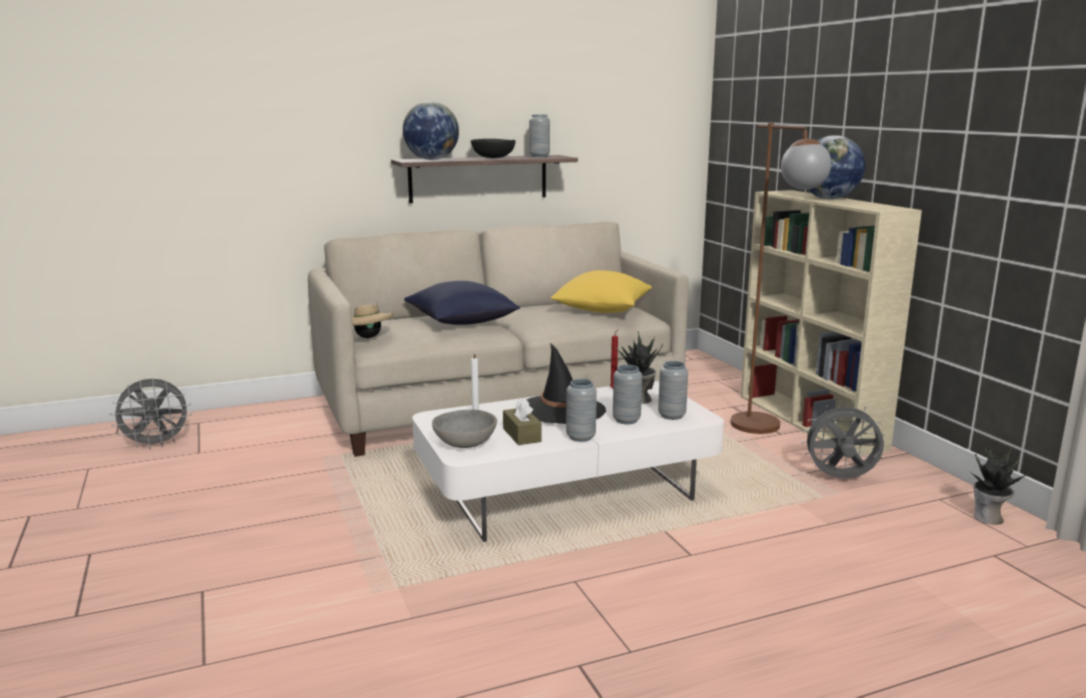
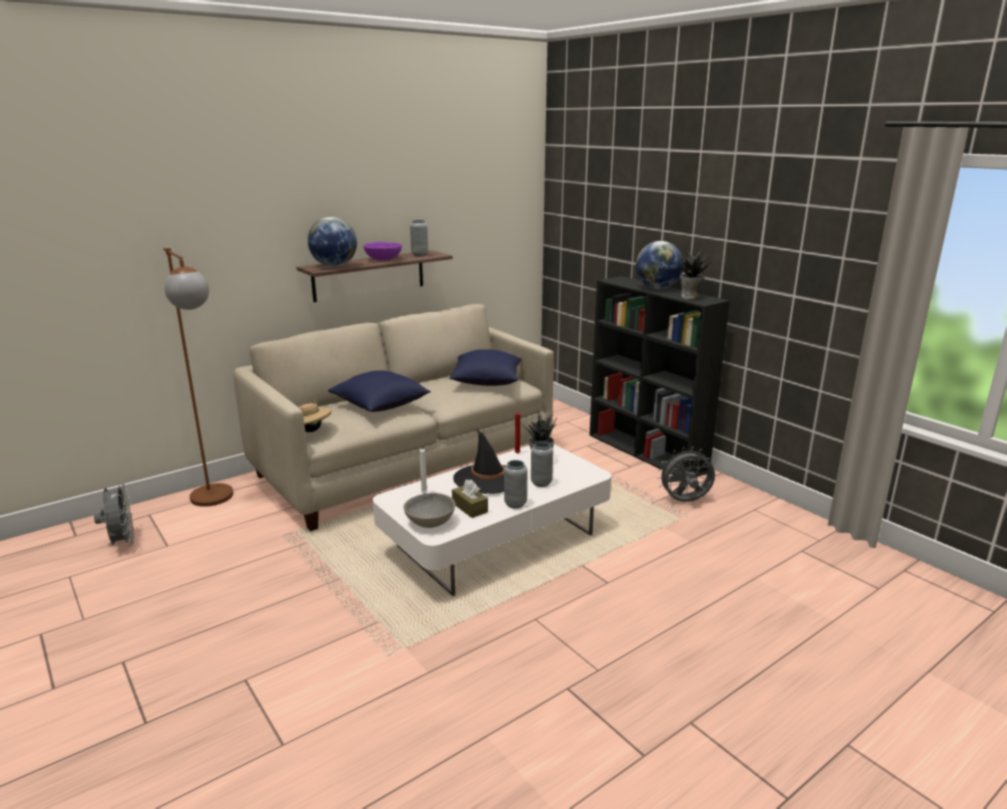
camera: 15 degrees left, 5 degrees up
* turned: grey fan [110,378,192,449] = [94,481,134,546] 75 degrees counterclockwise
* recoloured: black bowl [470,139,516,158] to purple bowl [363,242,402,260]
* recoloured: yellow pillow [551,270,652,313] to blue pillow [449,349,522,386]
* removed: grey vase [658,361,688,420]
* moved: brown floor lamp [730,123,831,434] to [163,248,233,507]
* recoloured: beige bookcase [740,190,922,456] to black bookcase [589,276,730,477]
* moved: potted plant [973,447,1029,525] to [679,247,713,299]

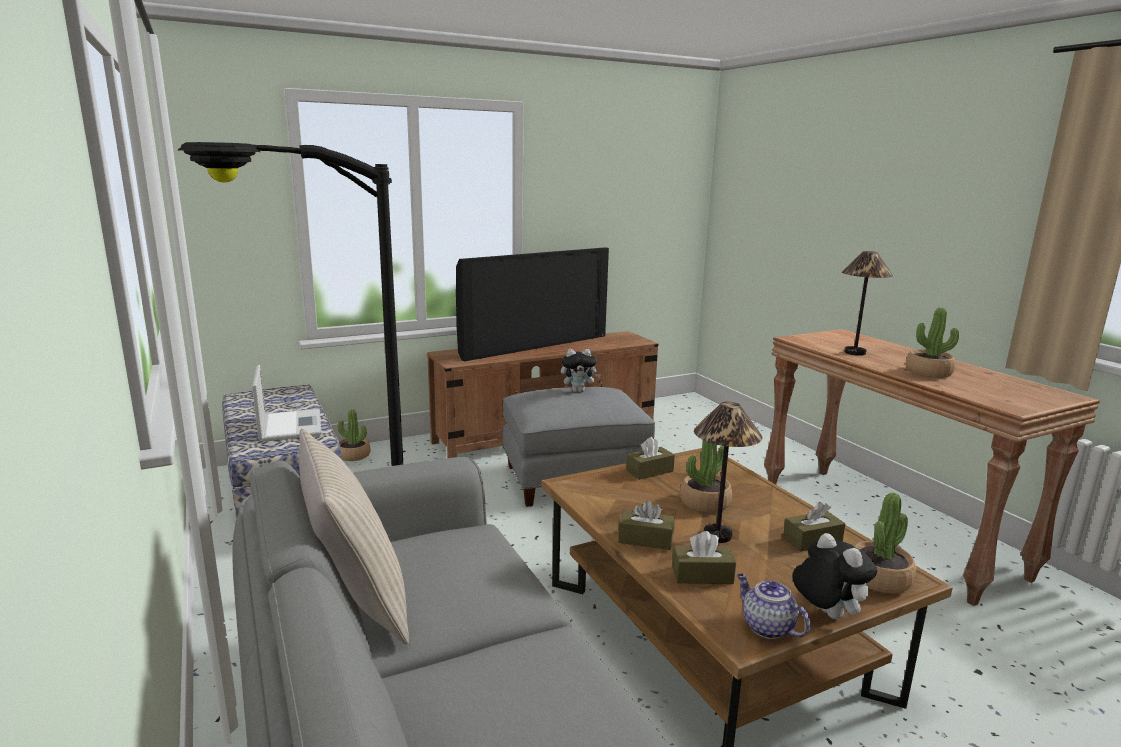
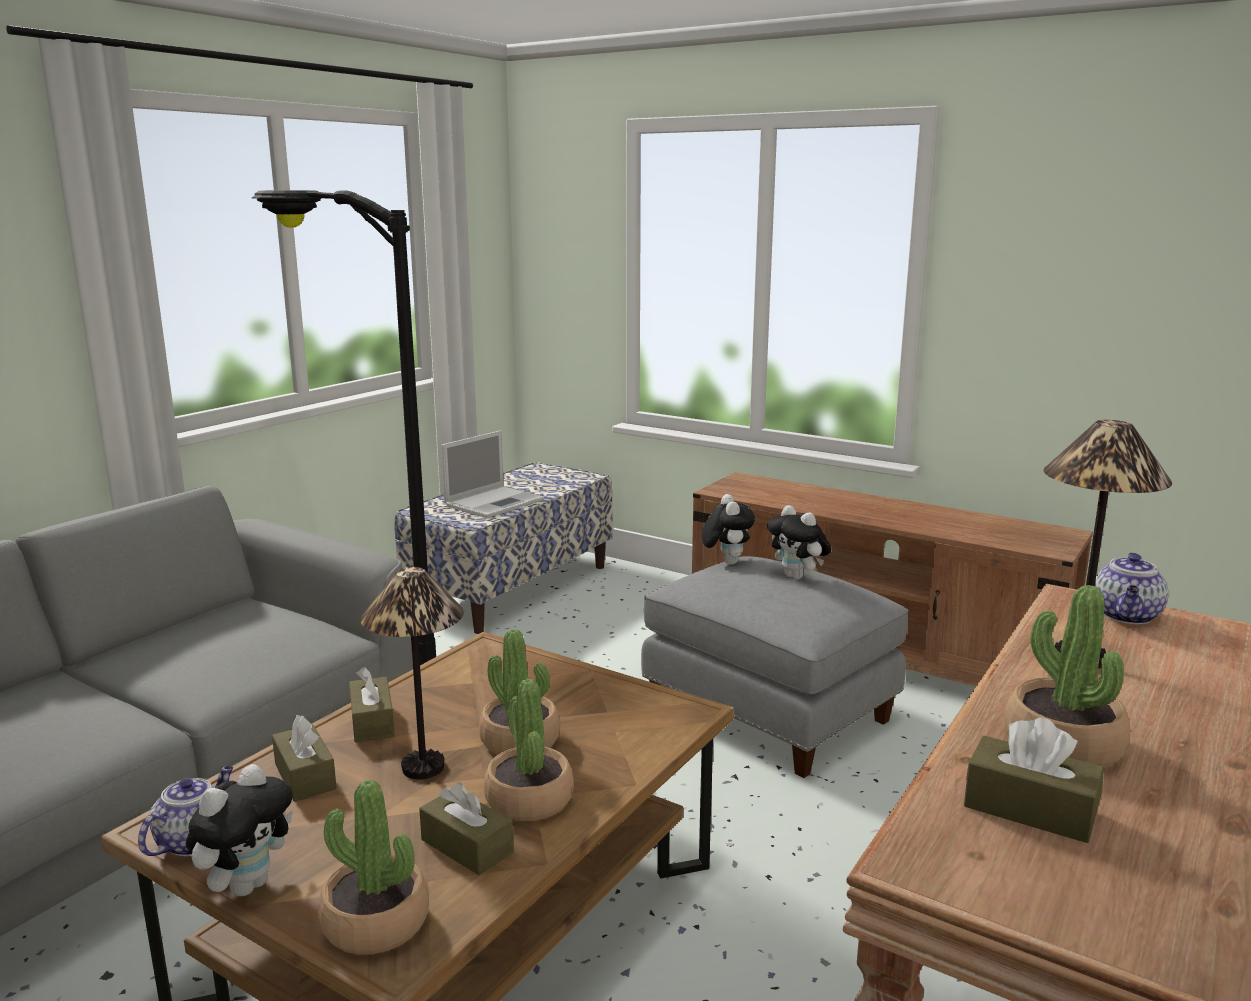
camera: 60 degrees right, 0 degrees up
* removed: beige pillow [299,429,409,645]
* moved: potted plant [338,409,371,461] to [484,679,574,821]
* removed: television [456,247,609,361]
* moved: brown tissue box [626,437,675,480] to [964,717,1104,843]
* added: plush toy [702,494,755,565]
* added: teapot [1095,552,1169,624]

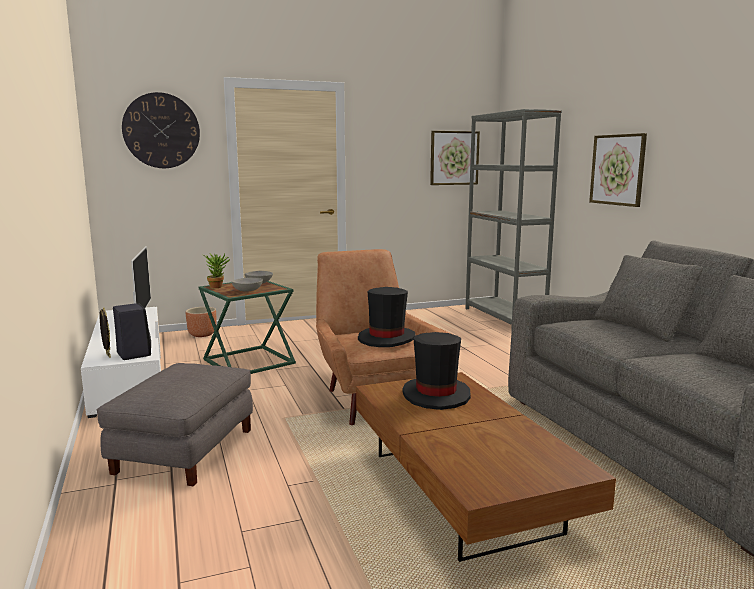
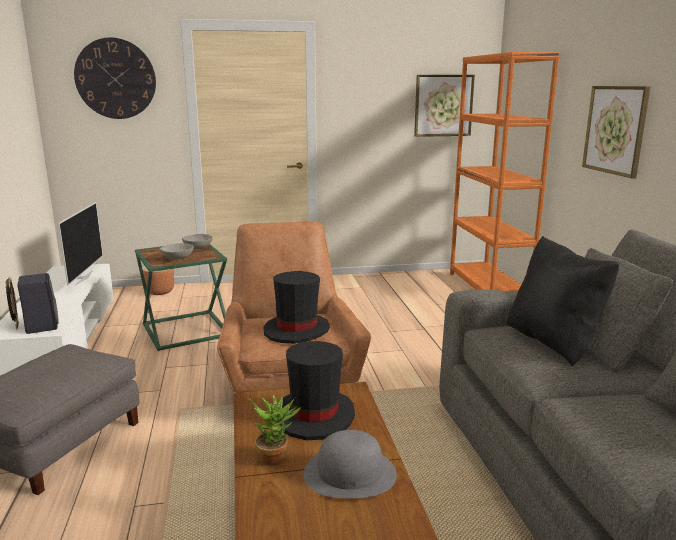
camera: 10 degrees right, 5 degrees up
* moved: potted plant [205,254,230,288] to [248,395,301,466]
* recoloured: grey bookcase [465,109,562,331] to orange bookcase [450,52,560,292]
* added: grey hat [304,430,397,498]
* added: black pillow [507,236,619,366]

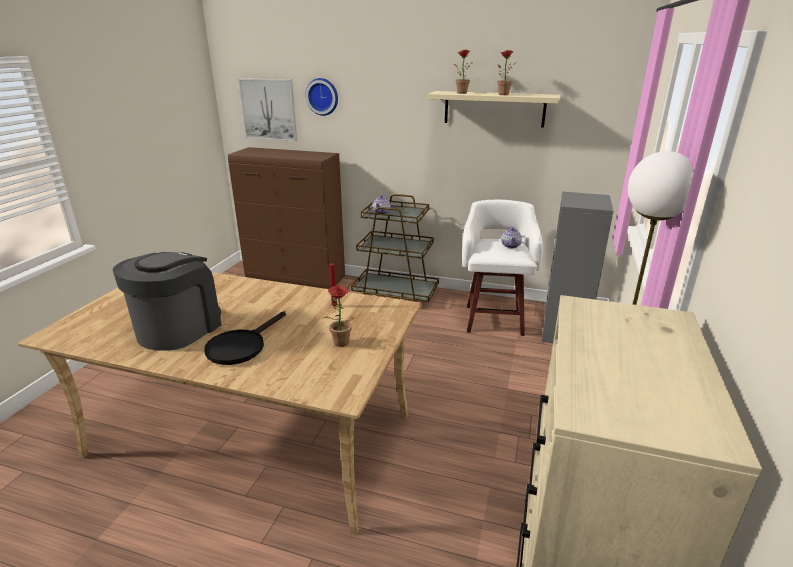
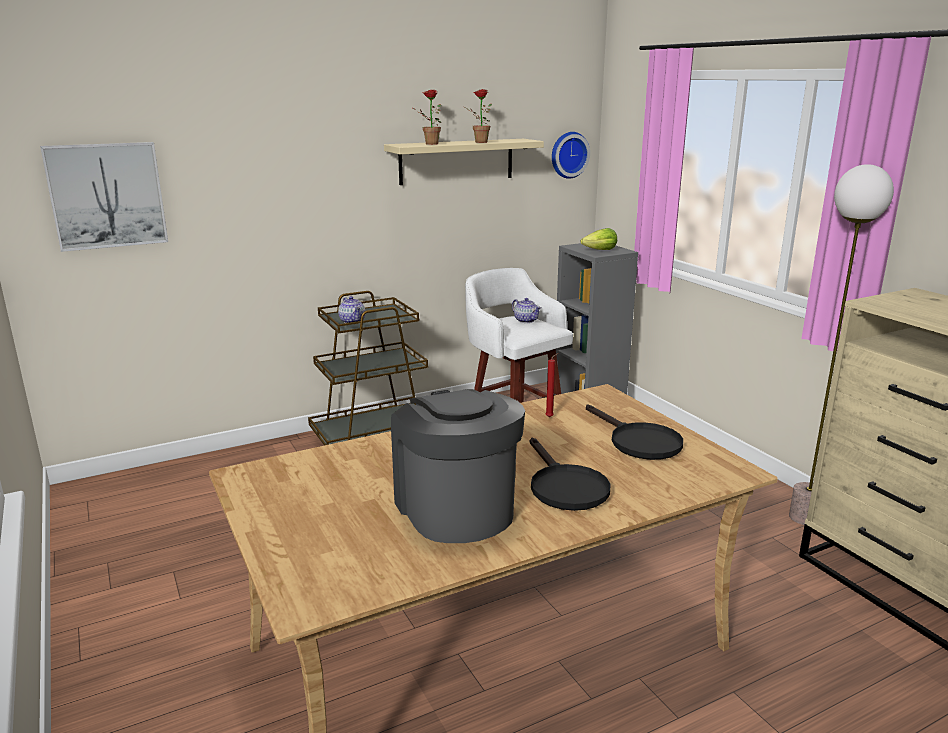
camera: 45 degrees left, 5 degrees down
* removed: brown cabinet [228,147,345,289]
* moved: wall clock [306,78,338,116] to [552,132,590,179]
* replaced: potted plant [323,285,363,347] to black frying pan [586,404,683,460]
* added: lettuce [581,228,617,250]

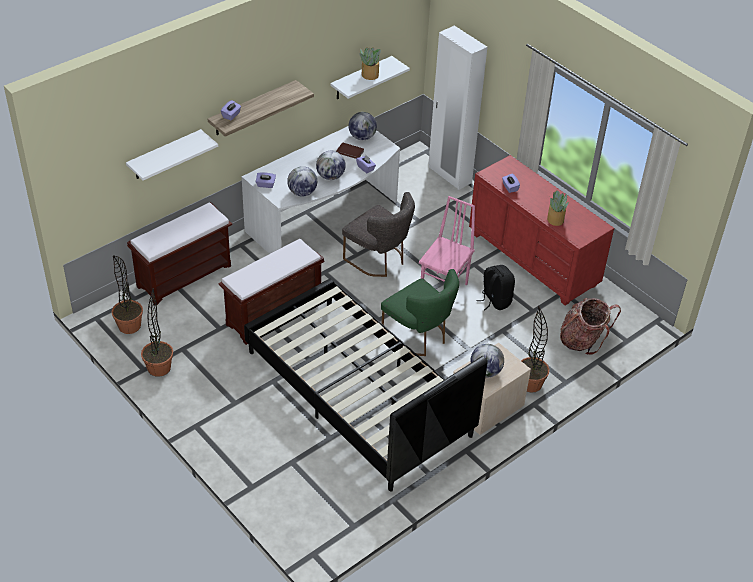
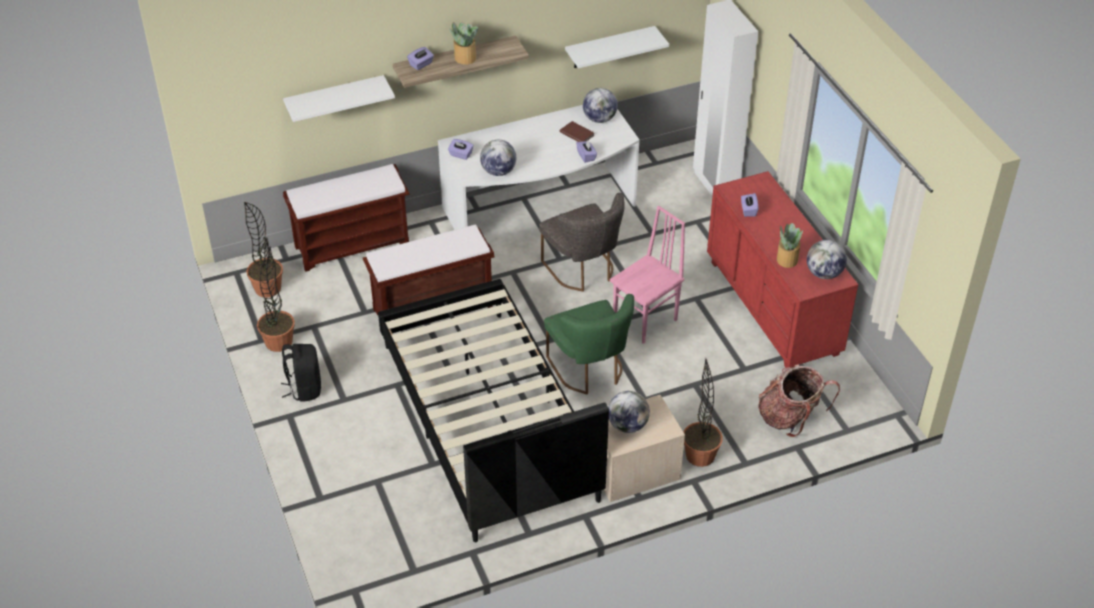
camera: 20 degrees right, 0 degrees up
* moved: globe [316,151,346,180] to [807,240,847,279]
* moved: potted plant [360,47,381,80] to [449,22,478,65]
* moved: black backpack [476,265,515,311] to [281,344,321,402]

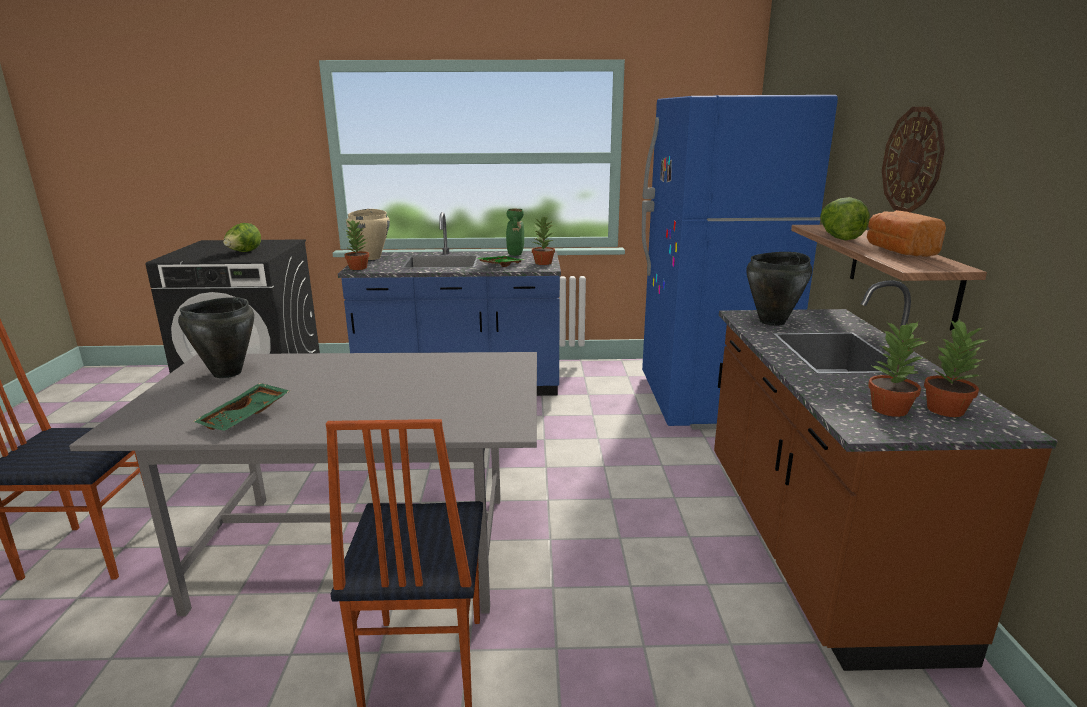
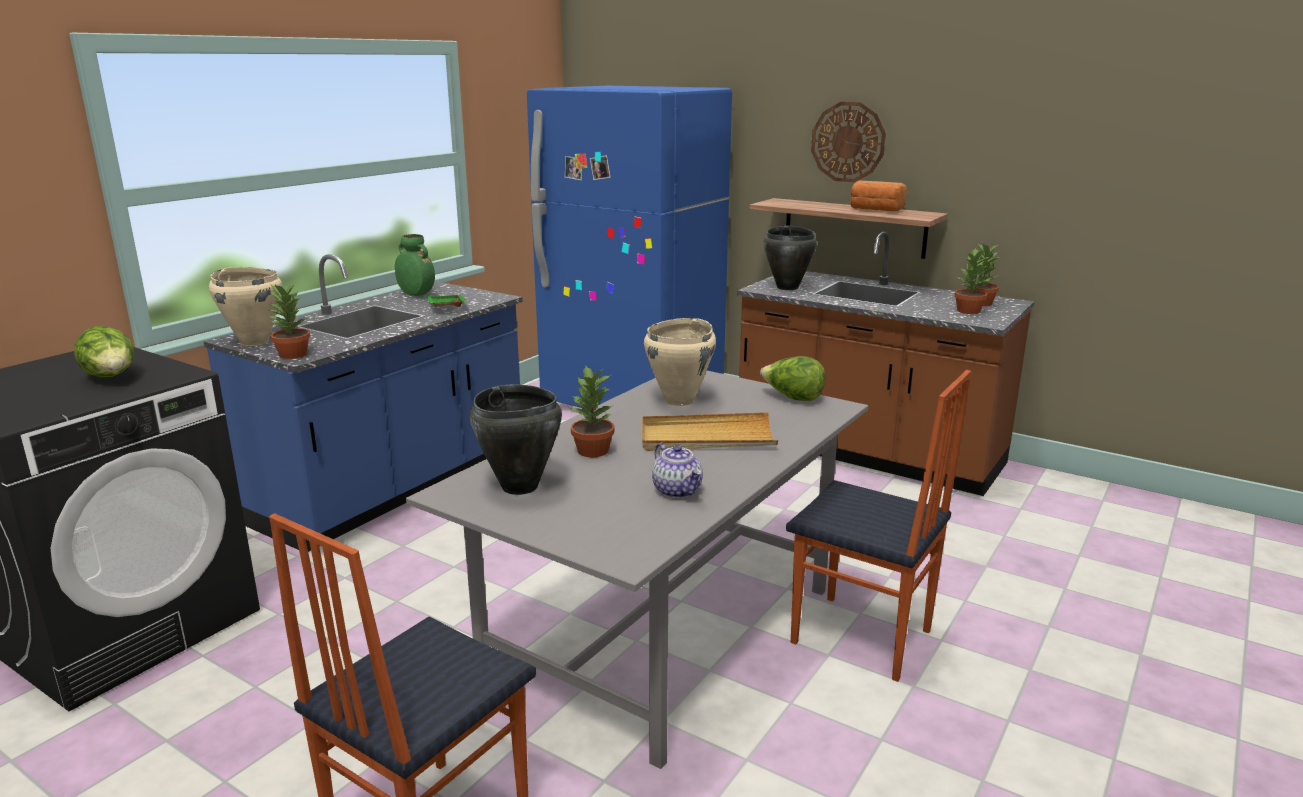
camera: 55 degrees left, 0 degrees up
* replaced: green tray [193,383,290,431] to teapot [652,443,703,498]
* moved: potted plant [532,216,555,265] to [570,366,615,457]
* moved: lettuce [820,197,870,240] to [760,356,825,401]
* added: beige tray [642,412,778,451]
* added: beige cooking pot [644,318,716,406]

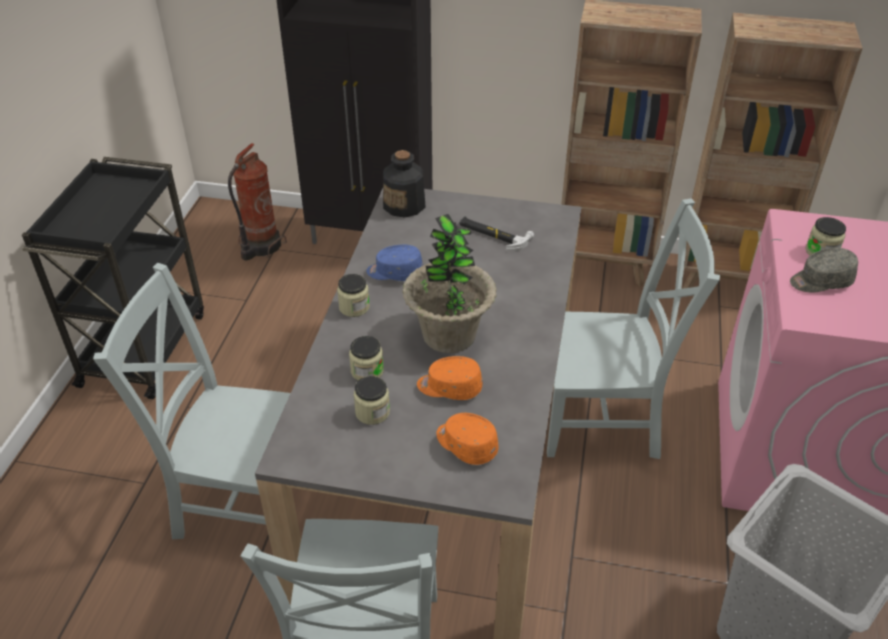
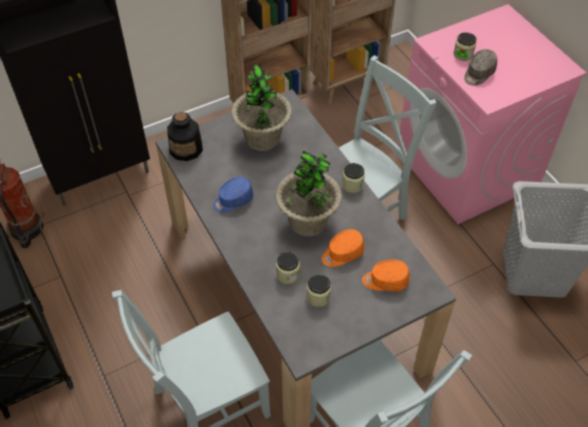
camera: 40 degrees left, 10 degrees up
* moved: jar [337,274,370,317] to [342,163,365,193]
* replaced: hammer [459,217,534,251] to potted plant [231,64,292,151]

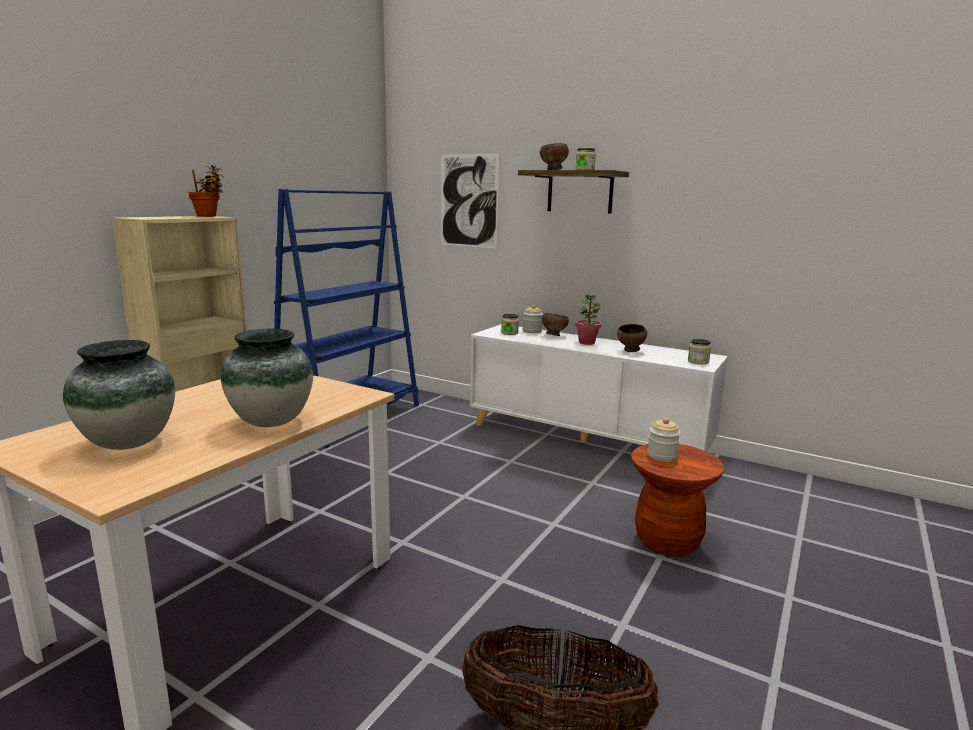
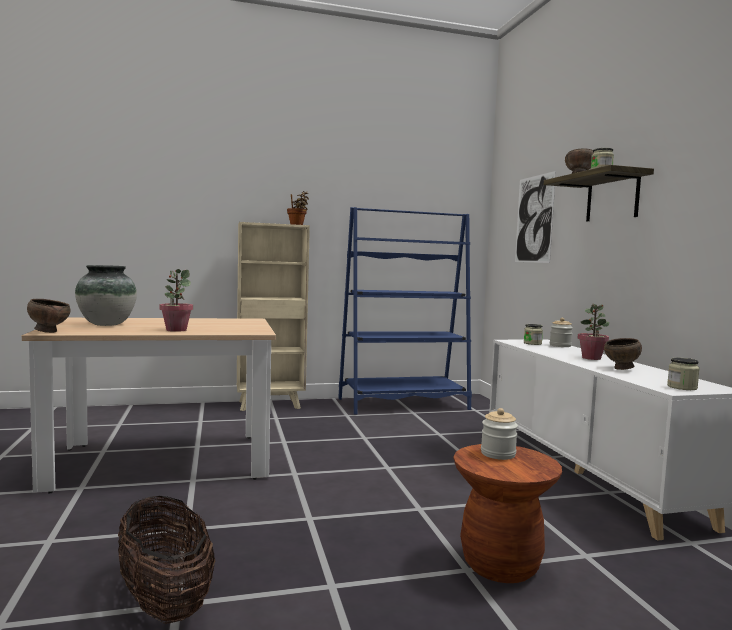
camera: 45 degrees right, 10 degrees down
* replaced: vase [221,329,313,427] to potted plant [159,269,193,332]
* moved: brown bowl [542,313,569,336] to [27,299,71,333]

